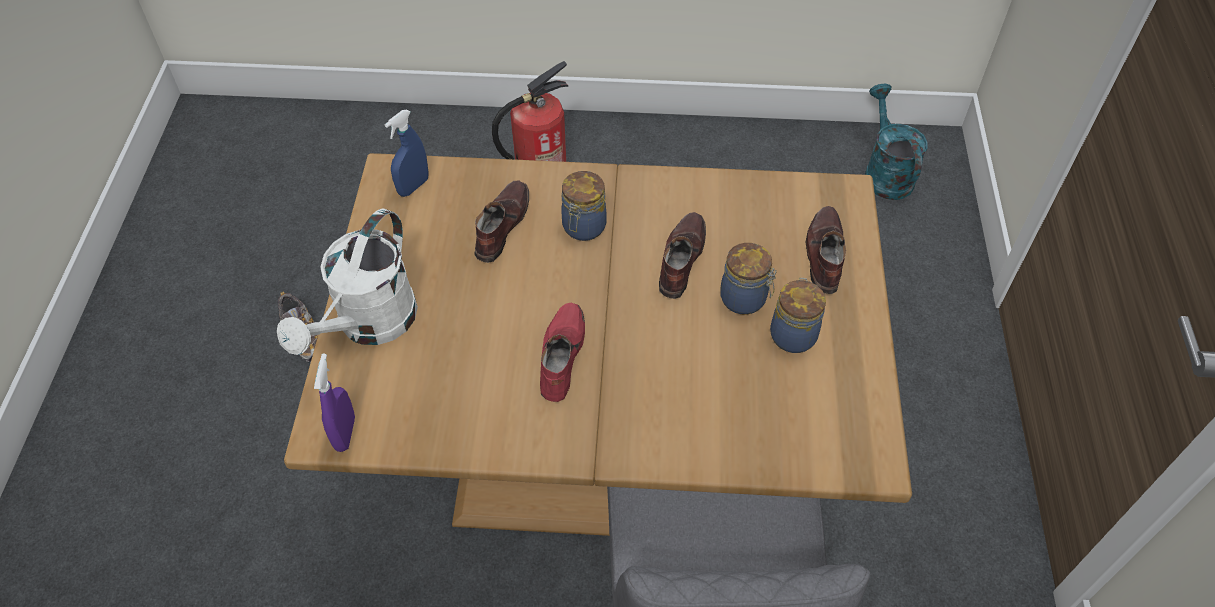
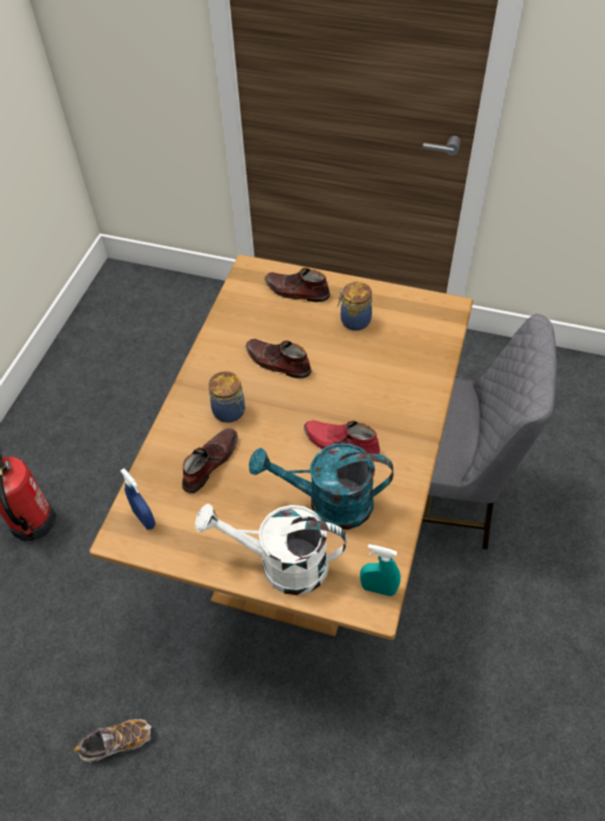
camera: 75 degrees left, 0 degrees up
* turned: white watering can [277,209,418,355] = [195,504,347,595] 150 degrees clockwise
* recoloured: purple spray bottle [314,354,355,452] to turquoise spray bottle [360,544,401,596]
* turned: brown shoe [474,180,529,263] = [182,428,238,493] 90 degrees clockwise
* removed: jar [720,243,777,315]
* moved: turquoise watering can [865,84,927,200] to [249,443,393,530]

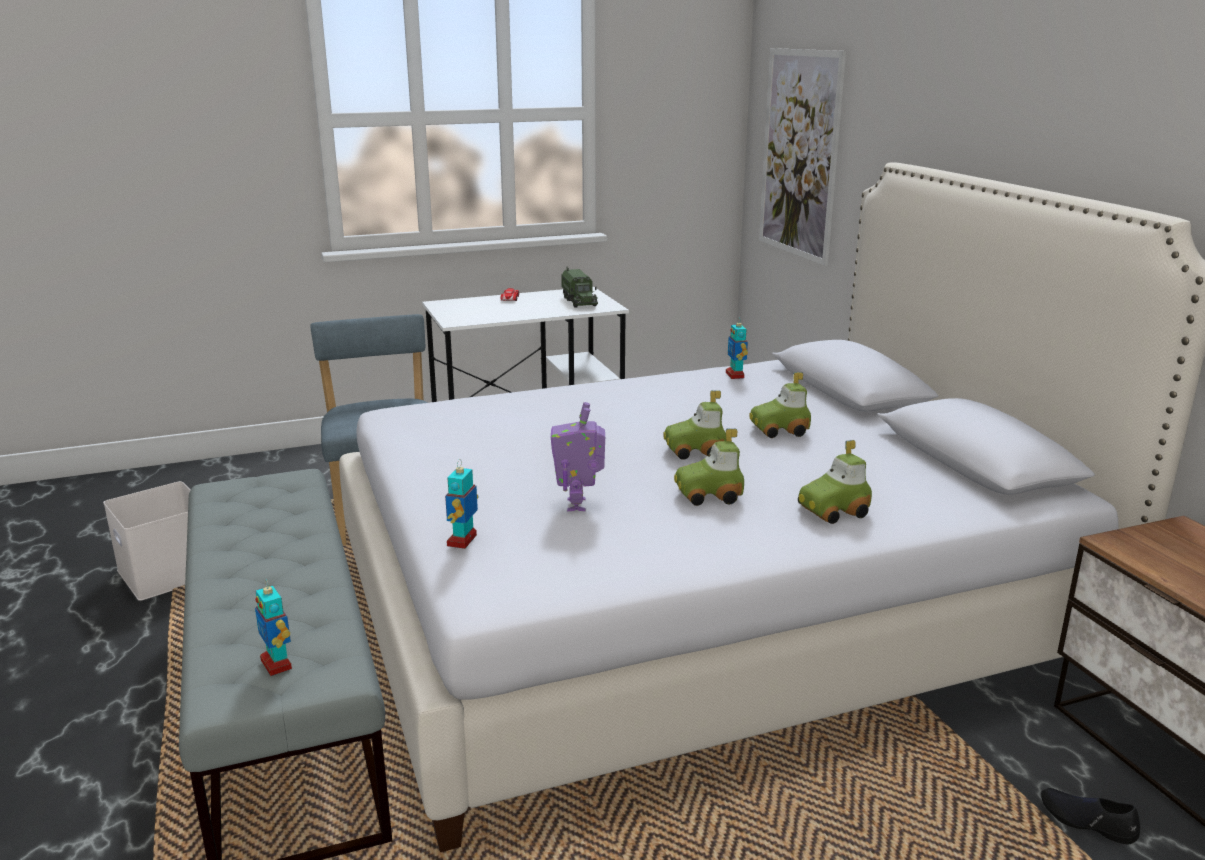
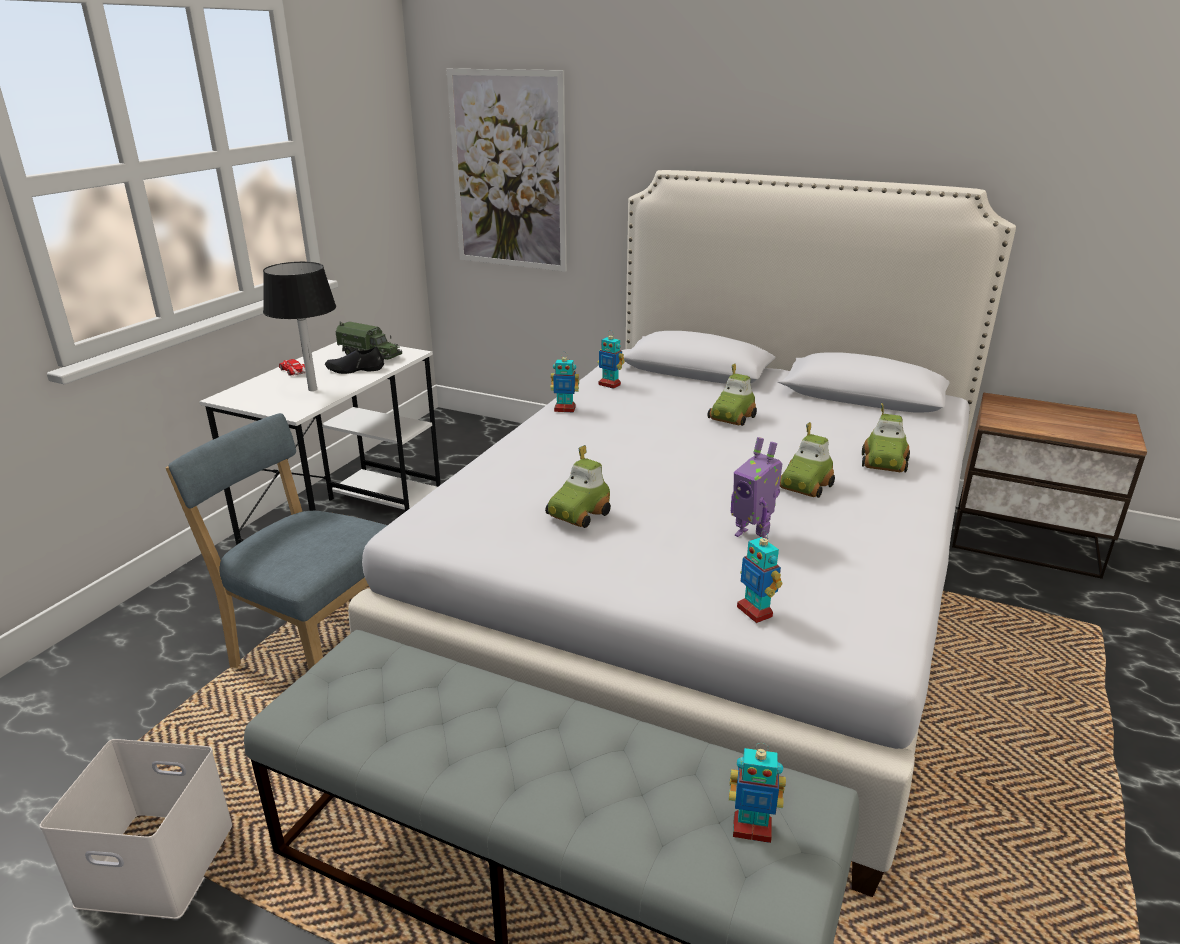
camera: 45 degrees left, 5 degrees up
* moved: toy car [663,390,726,460] to [545,445,611,528]
* moved: black shoe [1041,788,1140,844] to [325,346,384,374]
* added: black table lamp [263,262,336,391]
* added: toy robot [550,353,579,413]

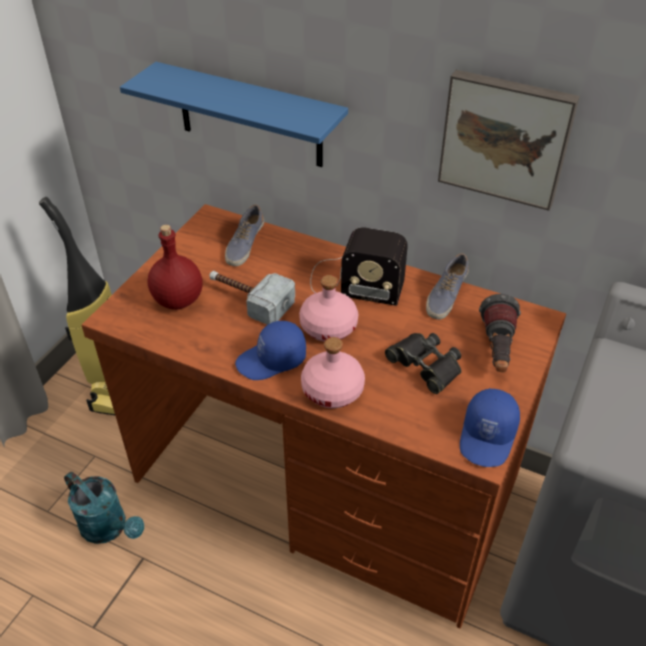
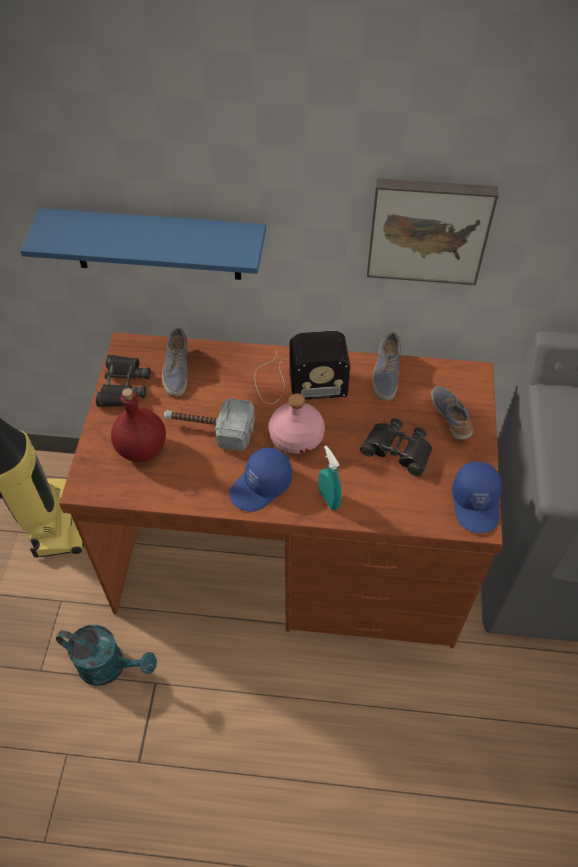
camera: 20 degrees left, 10 degrees up
* replaced: pink bottle [301,337,365,408] to turquoise spray bottle [319,446,342,510]
* replaced: flashlight [479,294,521,372] to shoe [431,386,473,440]
* added: black binoculars [96,355,150,407]

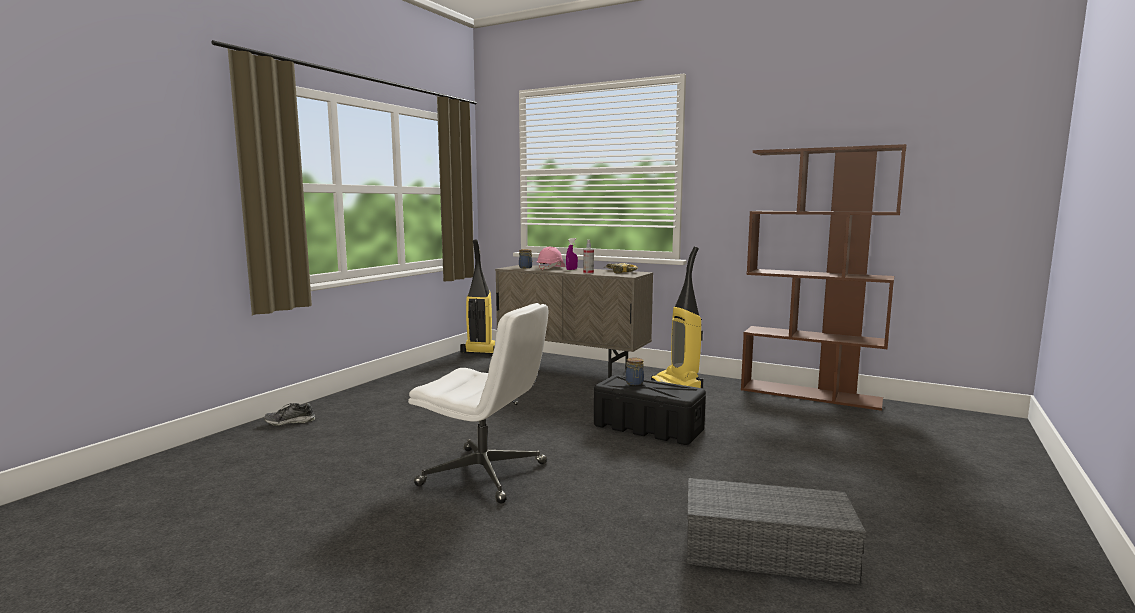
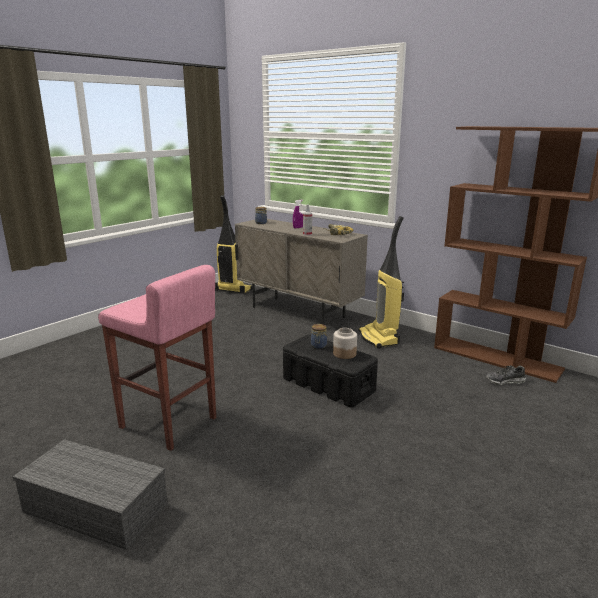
camera: 10 degrees right, 10 degrees up
* moved: shoe [264,403,315,426] to [486,365,526,385]
* replaced: white office chair [408,303,548,504] to pink stool [98,265,216,451]
* removed: pink hard hat [537,247,565,270]
* moved: grey storage box [687,478,866,584] to [13,439,168,550]
* added: jar [333,328,357,359]

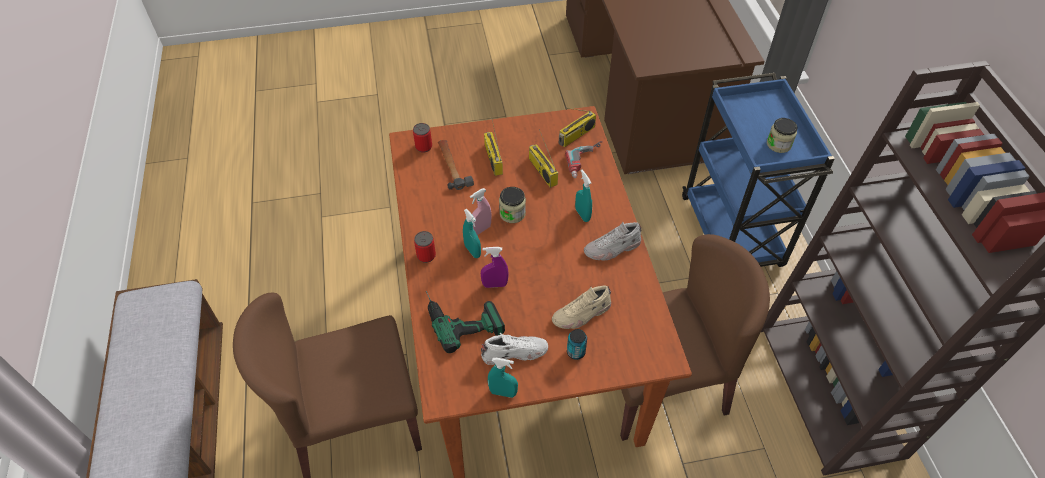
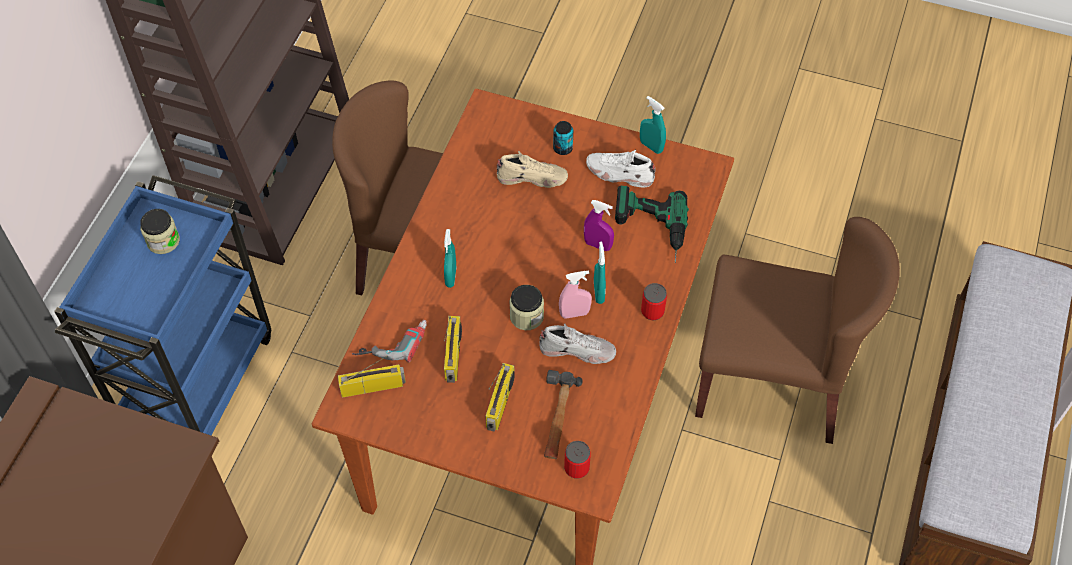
camera: 150 degrees left, 5 degrees up
* moved: white shoe [584,222,642,261] to [539,323,616,364]

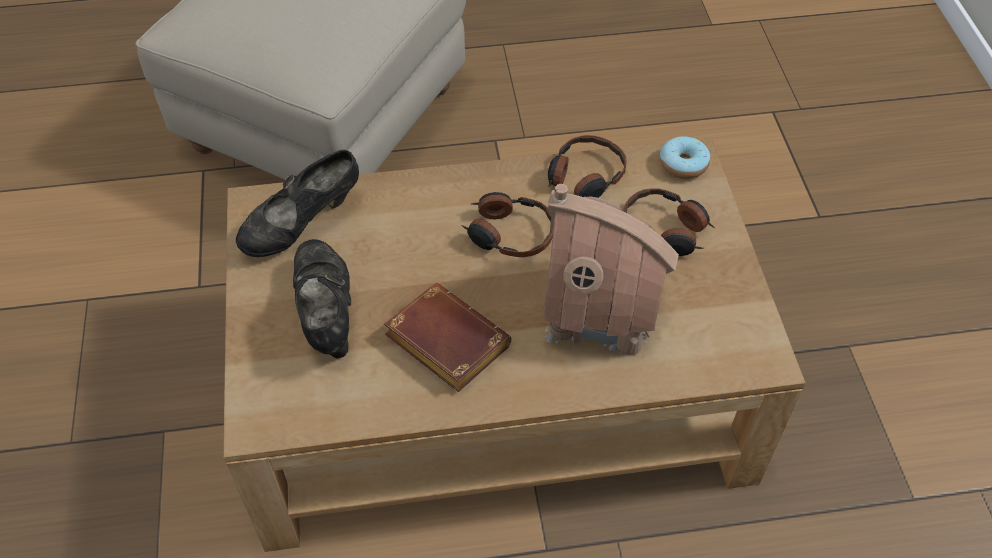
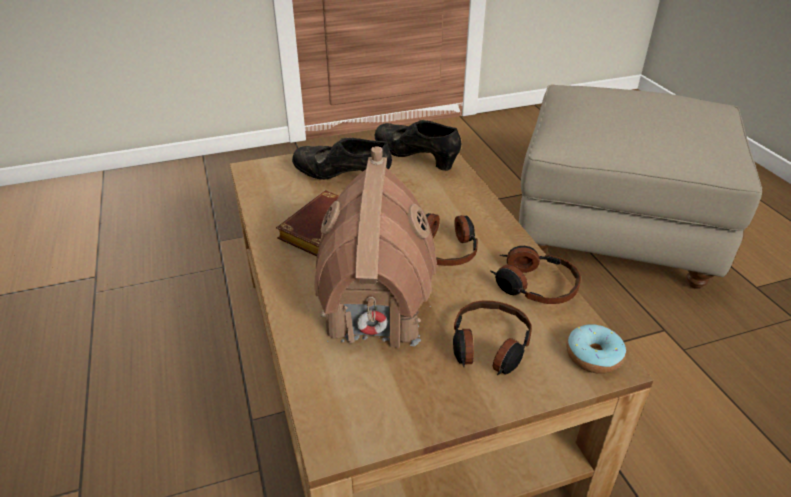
camera: 80 degrees right, 15 degrees down
* turned: black shoe [293,239,351,359] = [292,137,392,180] 135 degrees counterclockwise

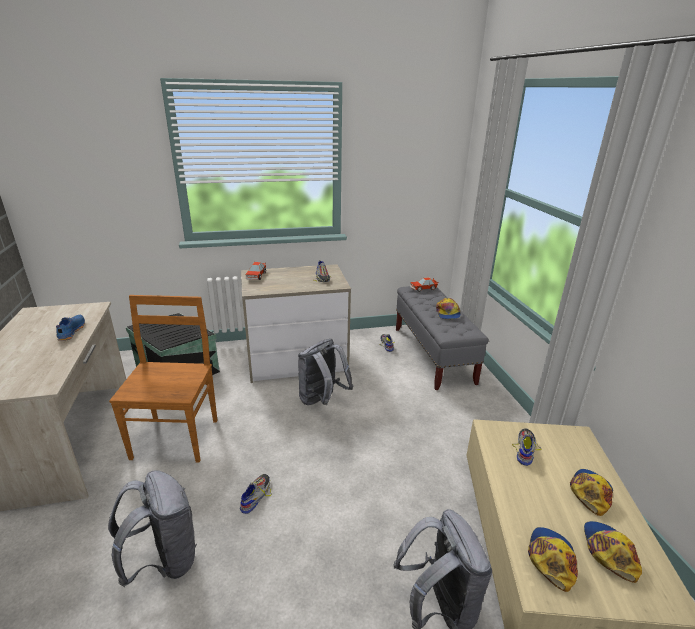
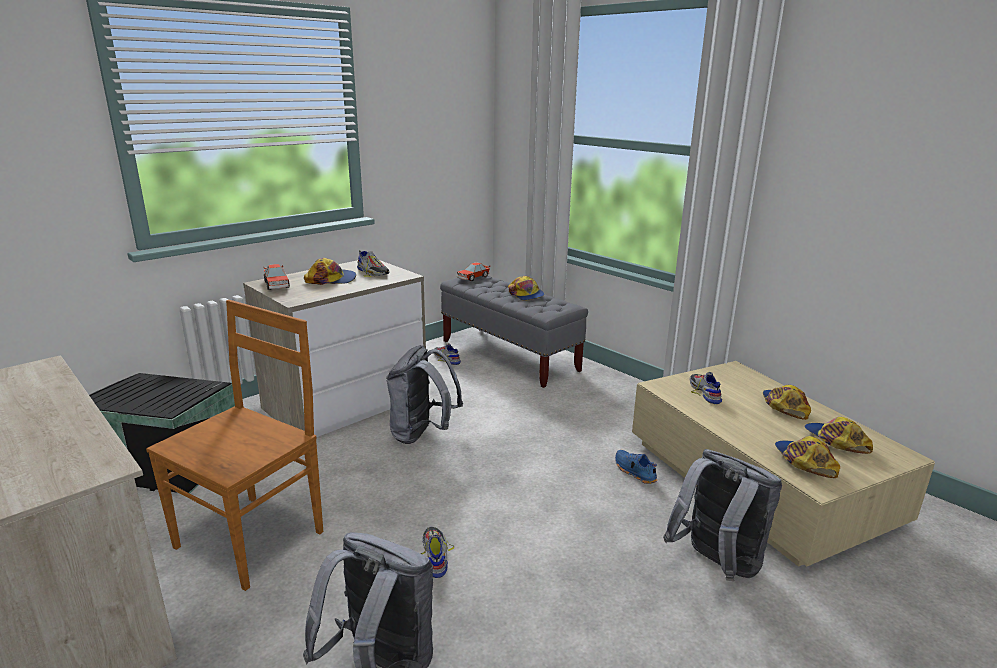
camera: 30 degrees left, 5 degrees down
* moved: blue shoe [56,315,85,341] to [615,450,658,484]
* turned: brown chair [109,295,218,463] = [146,300,323,591] 60 degrees clockwise
* added: cap [304,258,356,285]

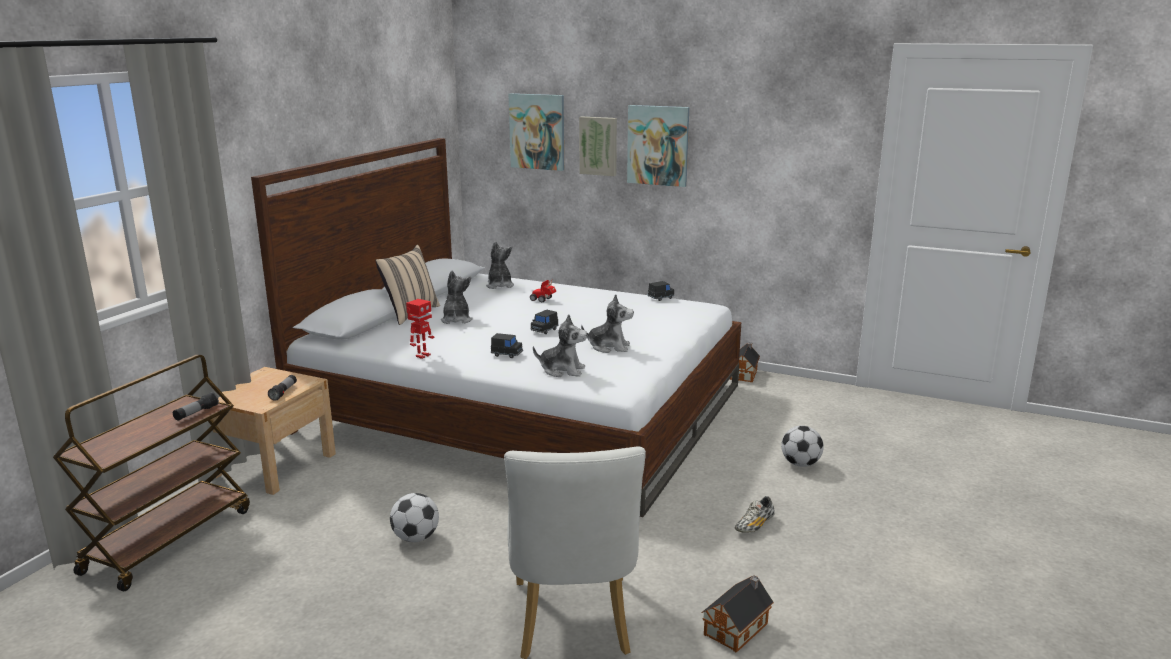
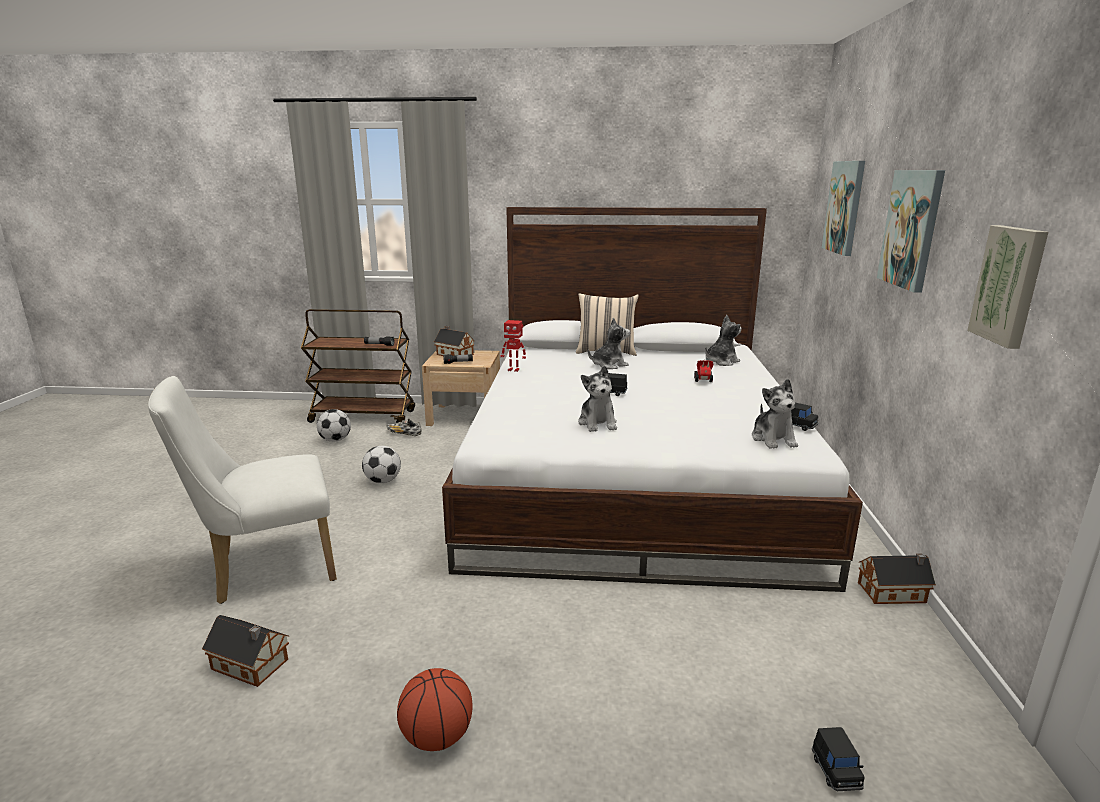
camera: 70 degrees right, 0 degrees up
* moved: black toy car [491,333,523,358] to [812,727,864,791]
* moved: plush toy [533,314,588,377] to [752,379,798,449]
* moved: picture [579,117,617,176] to [967,225,1048,349]
* moved: shoe [735,496,774,533] to [386,419,421,436]
* moved: football [781,425,824,467] to [317,409,351,442]
* added: basketball [397,668,473,751]
* added: toy house [434,326,475,356]

